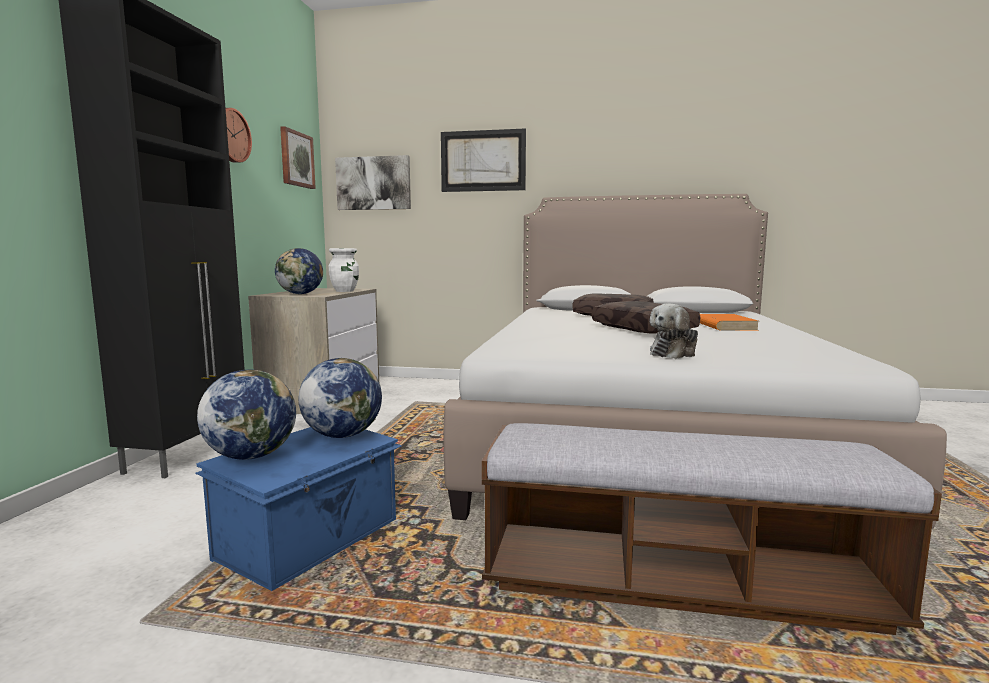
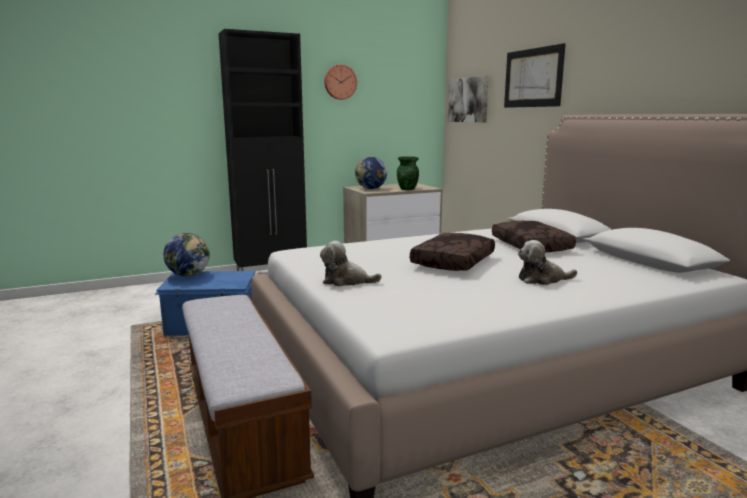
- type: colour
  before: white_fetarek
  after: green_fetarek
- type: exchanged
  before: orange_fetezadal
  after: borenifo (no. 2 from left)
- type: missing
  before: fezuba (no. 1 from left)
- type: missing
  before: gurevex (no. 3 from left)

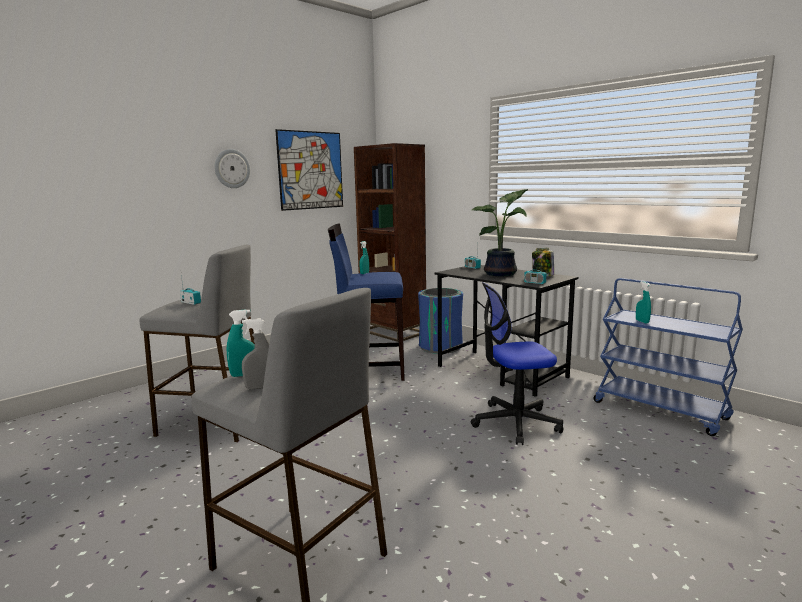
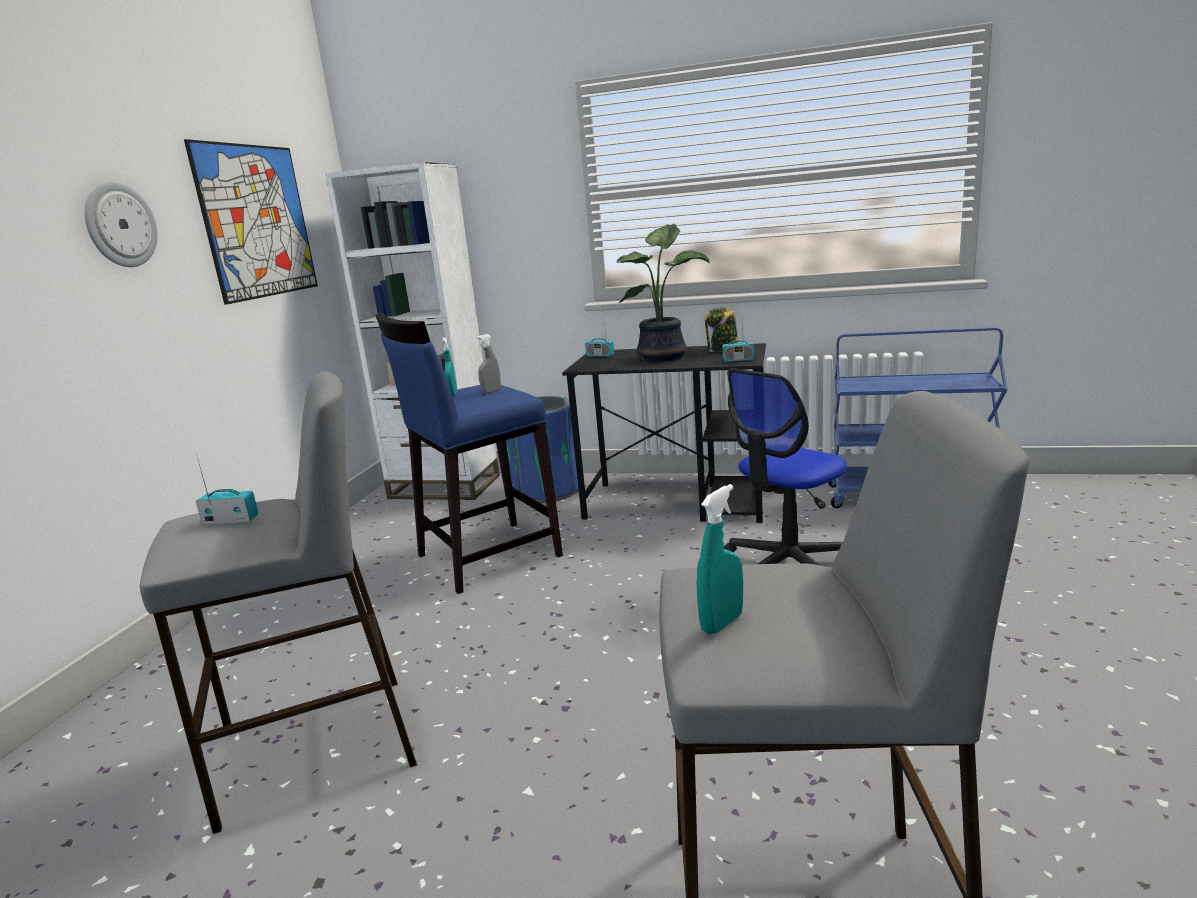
- type: colour
  before: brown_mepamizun
  after: white_mepamizun
- type: relocated
  before: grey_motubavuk
- type: missing
  before: turquoise_motubavuk (no. 3 from left)

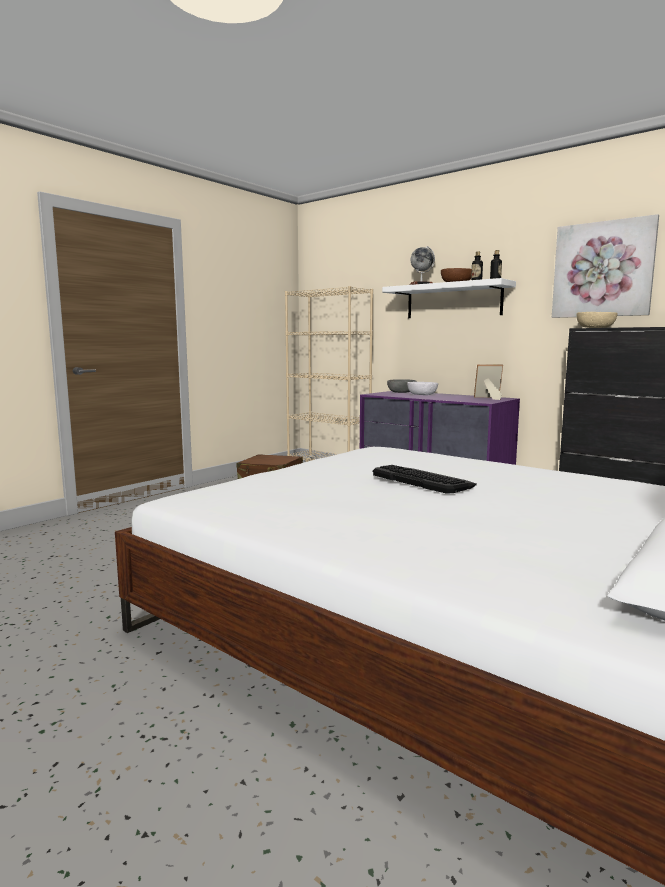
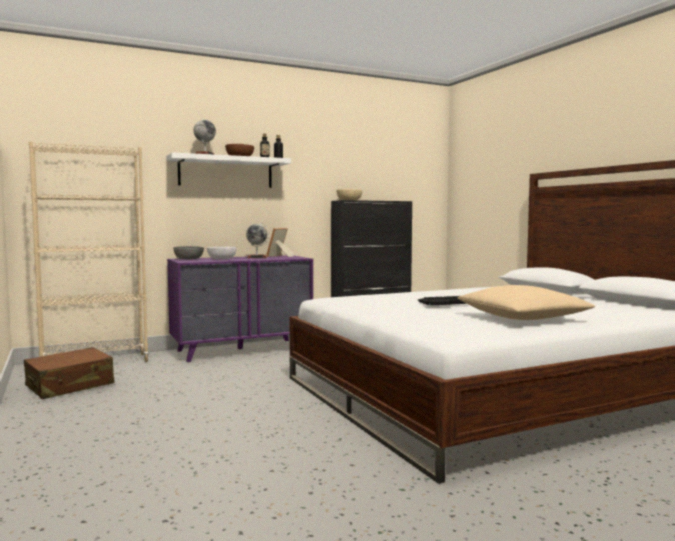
- type: appeared
  after: gurevex (no. 2 from left)
- type: appeared
  after: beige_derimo
- type: missing
  before: fezuba

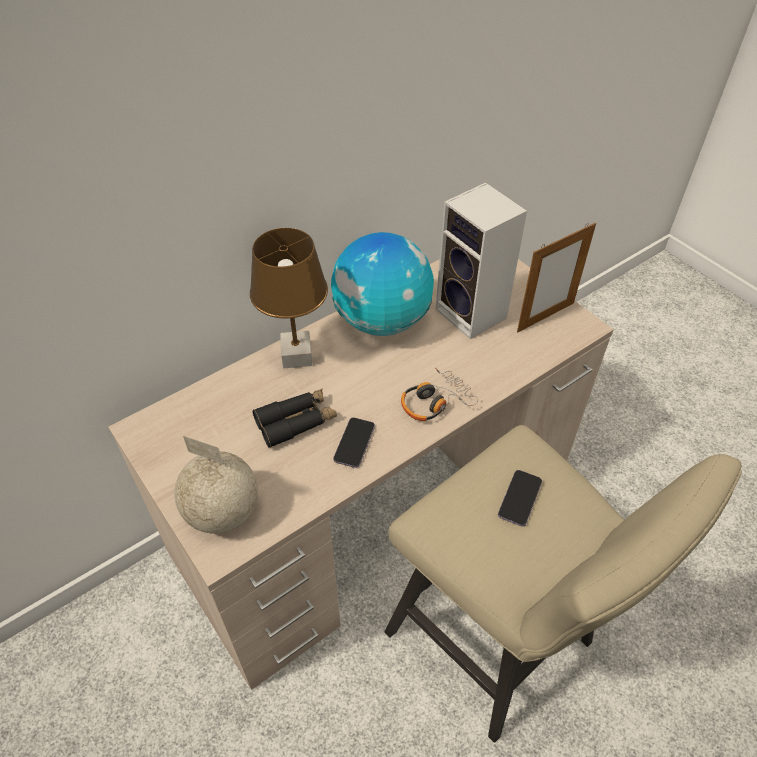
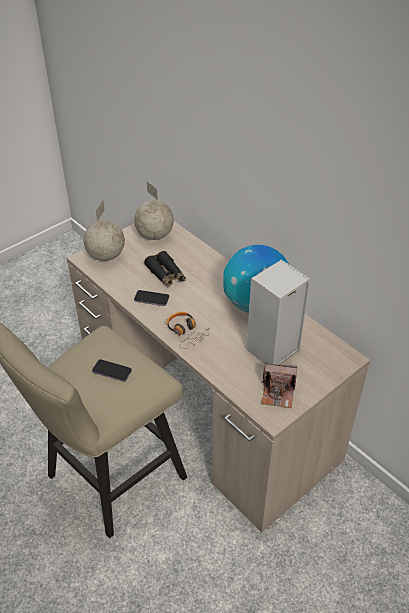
- type: appeared
  after: gurevex (no. 2 from left)
- type: exchanged
  before: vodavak
  after: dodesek
- type: missing
  before: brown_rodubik

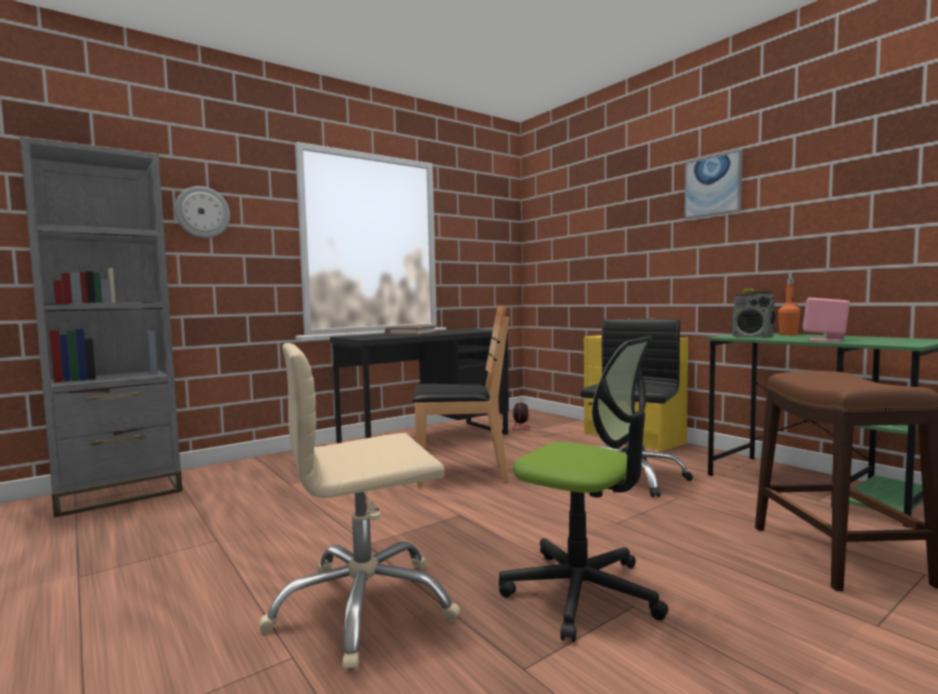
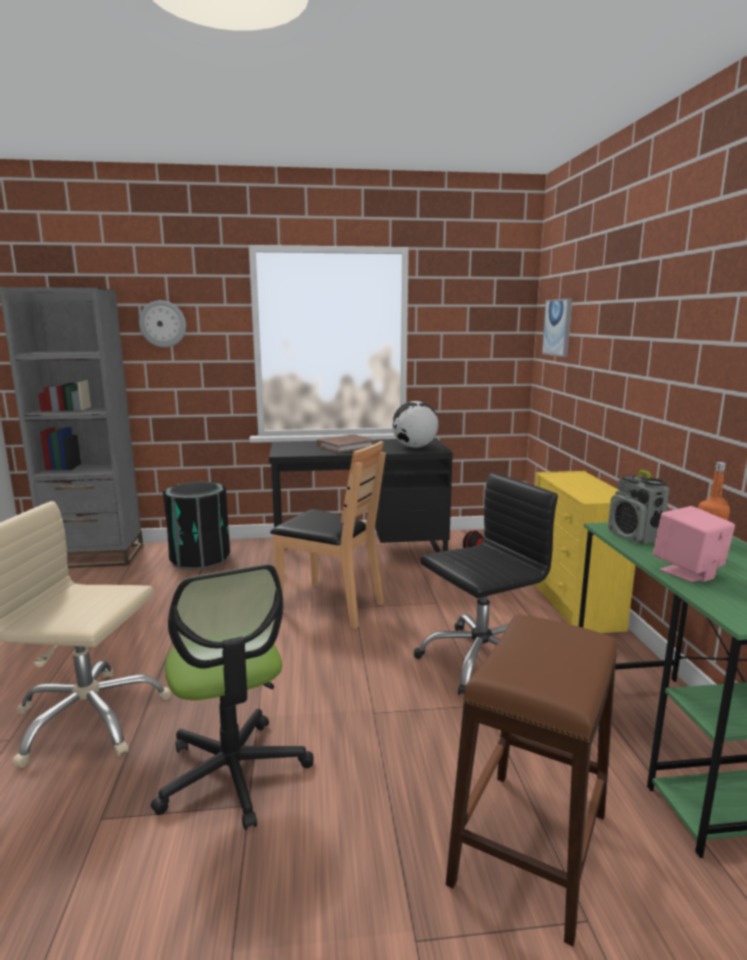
- type: appeared
  after: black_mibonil
- type: appeared
  after: gurevex
- type: relocated
  before: fezuba

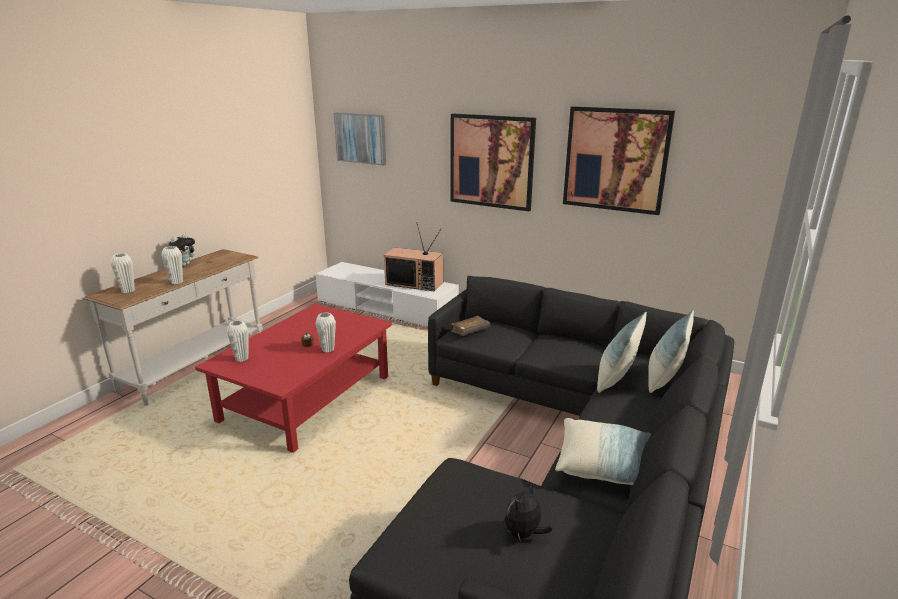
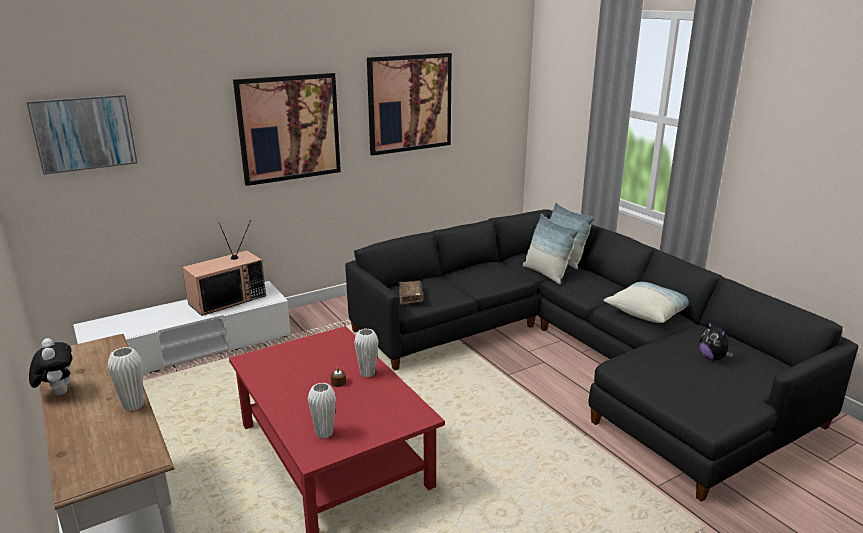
- type: missing
  before: white_fetarek (no. 1 from left)

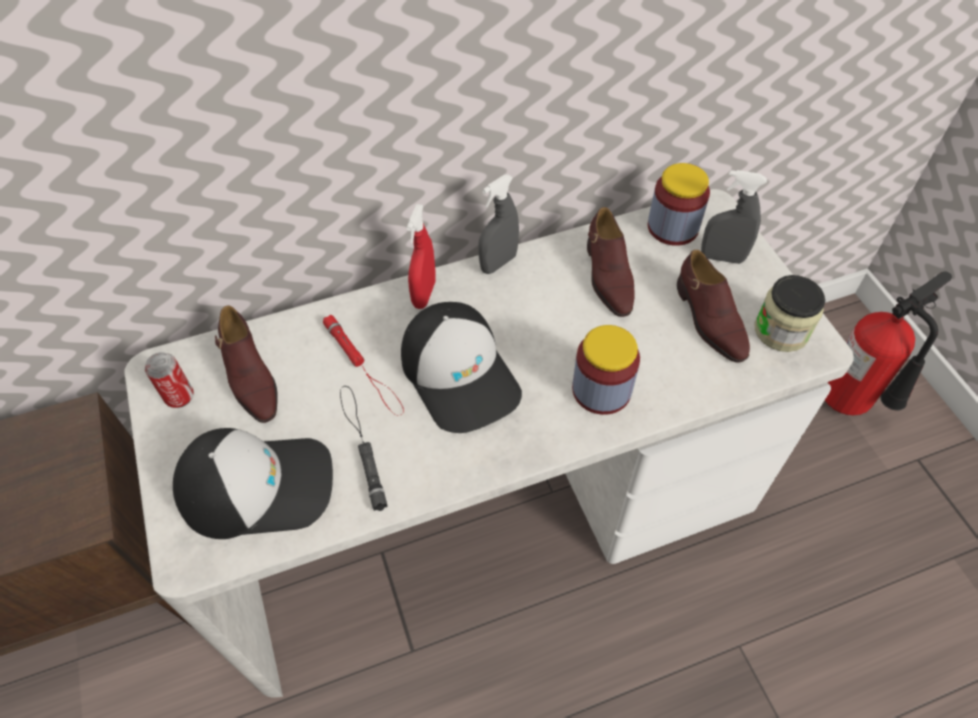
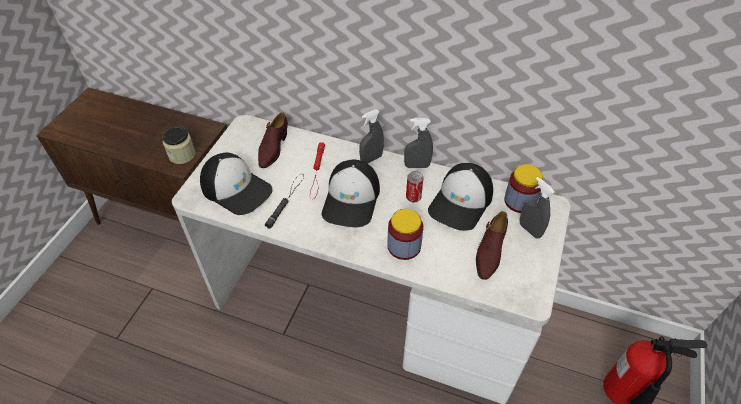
- type: relocated
  before: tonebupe (no. 3 from left in the first image)
  after: tonebupe (no. 1 from left)
- type: colour
  before: red_motubavuk
  after: grey_motubavuk (no. 1 from left)
- type: relocated
  before: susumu
- type: exchanged
  before: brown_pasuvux (no. 2 from left)
  after: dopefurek (no. 3 from left)

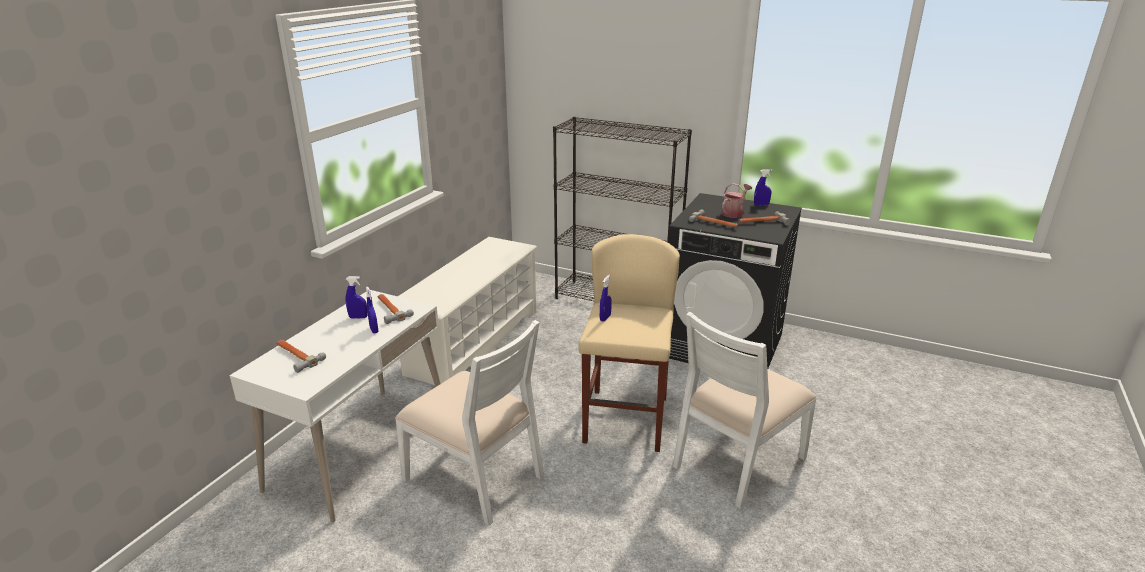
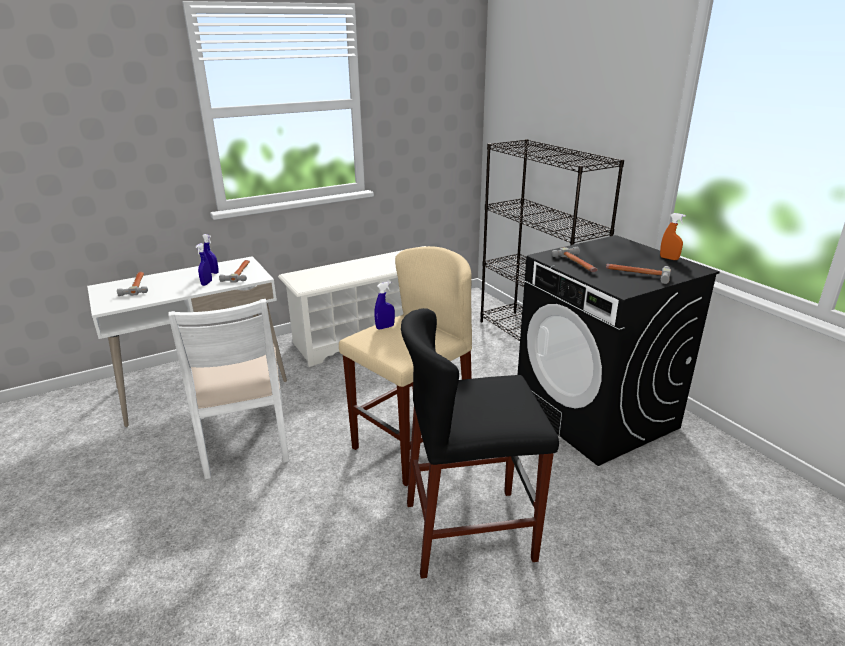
- type: exchanged
  before: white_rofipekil (no. 2 from left)
  after: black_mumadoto
- type: colour
  before: blue_motubavuk (no. 4 from left)
  after: orange_motubavuk
- type: missing
  before: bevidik

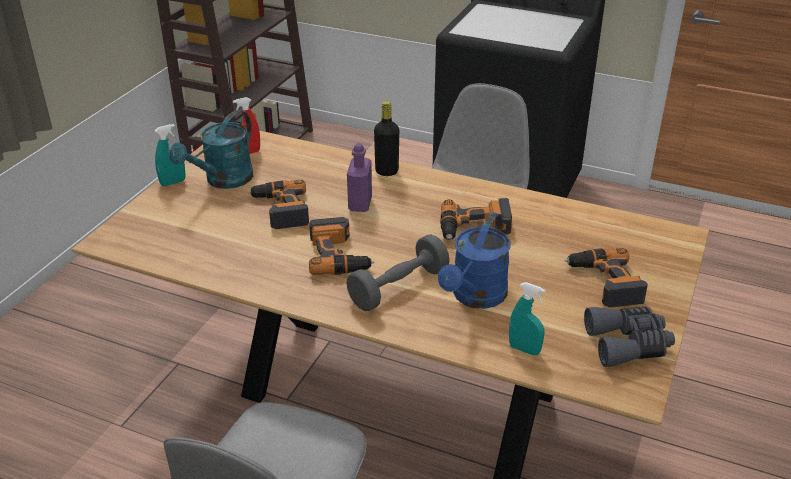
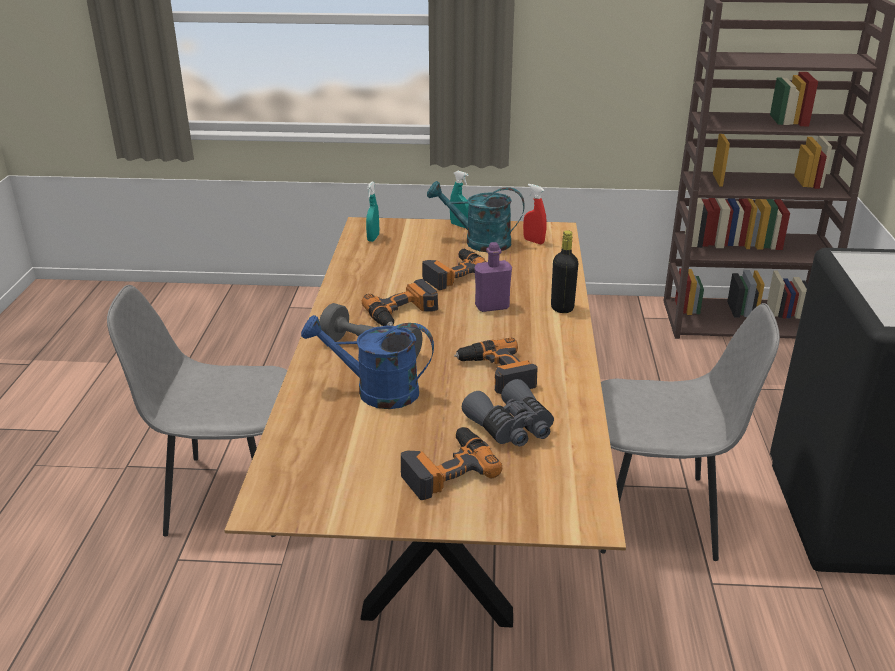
- type: relocated
  before: turquoise_motubavuk (no. 2 from left in the first image)
  after: turquoise_motubavuk (no. 1 from left)
- type: relocated
  before: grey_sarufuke

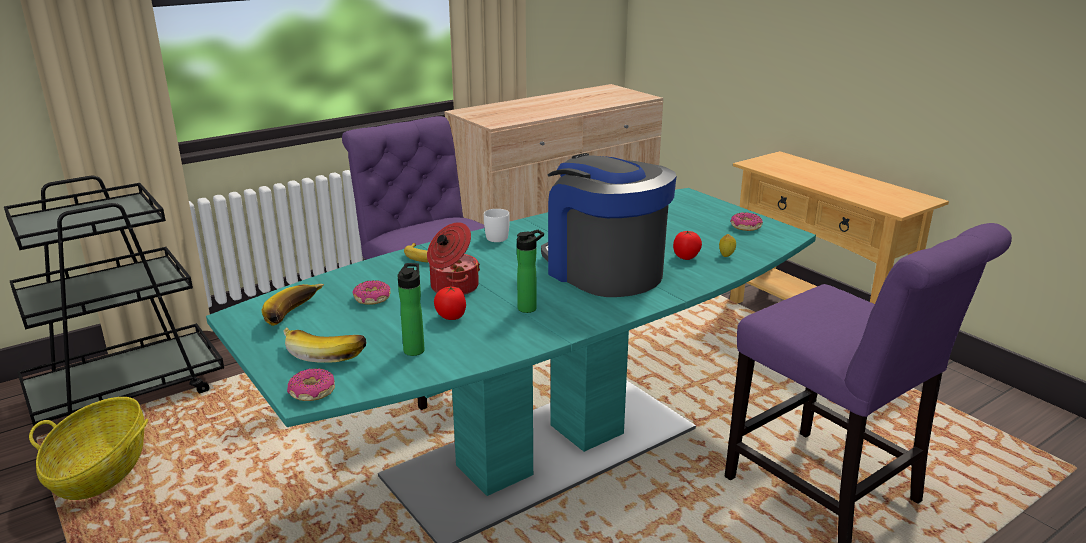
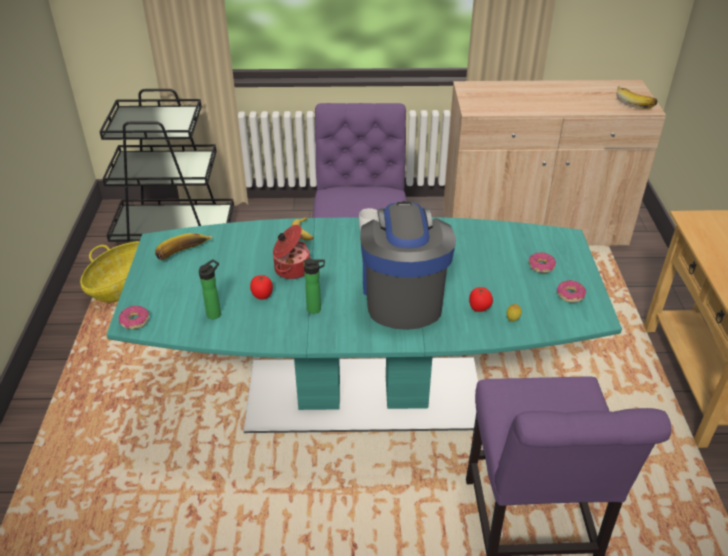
- type: relocated
  before: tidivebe (no. 2 from left)
- type: relocated
  before: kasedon (no. 2 from left in the first image)
  after: kasedon (no. 3 from left)

